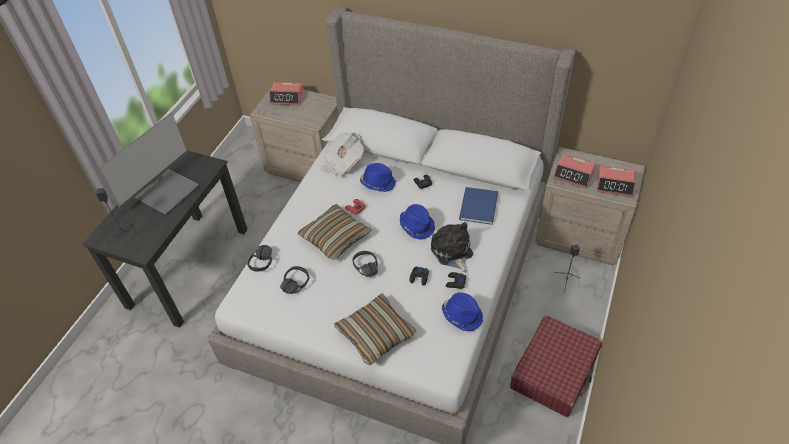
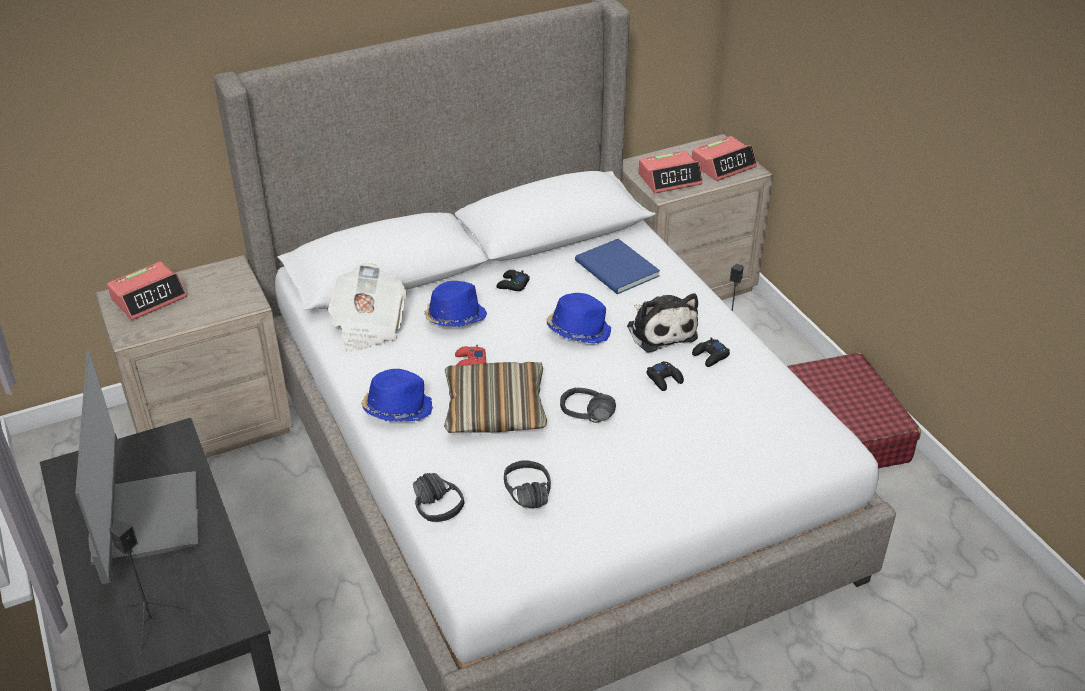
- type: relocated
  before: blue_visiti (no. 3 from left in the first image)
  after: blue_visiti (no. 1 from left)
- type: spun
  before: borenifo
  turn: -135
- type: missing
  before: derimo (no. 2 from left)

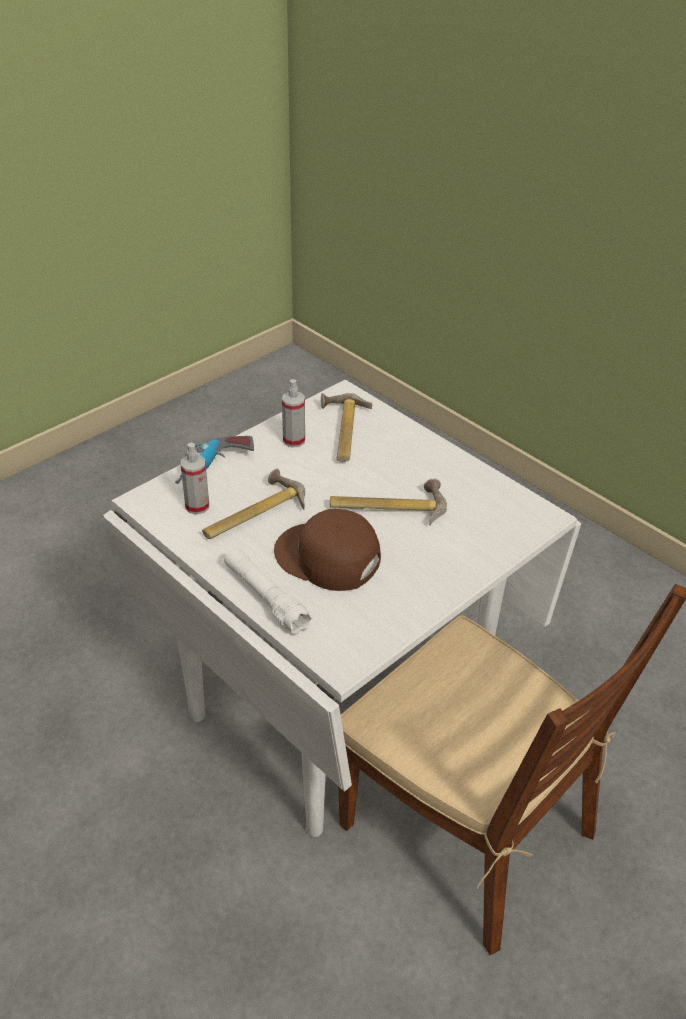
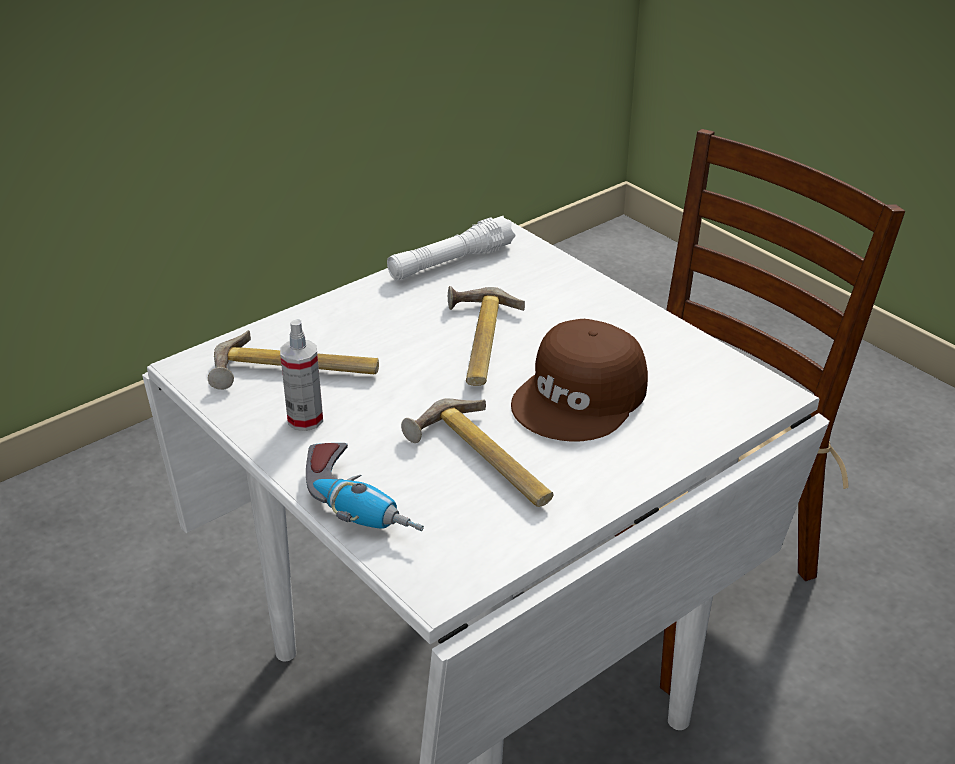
- type: relocated
  before: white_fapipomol
- type: missing
  before: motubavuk (no. 1 from left)

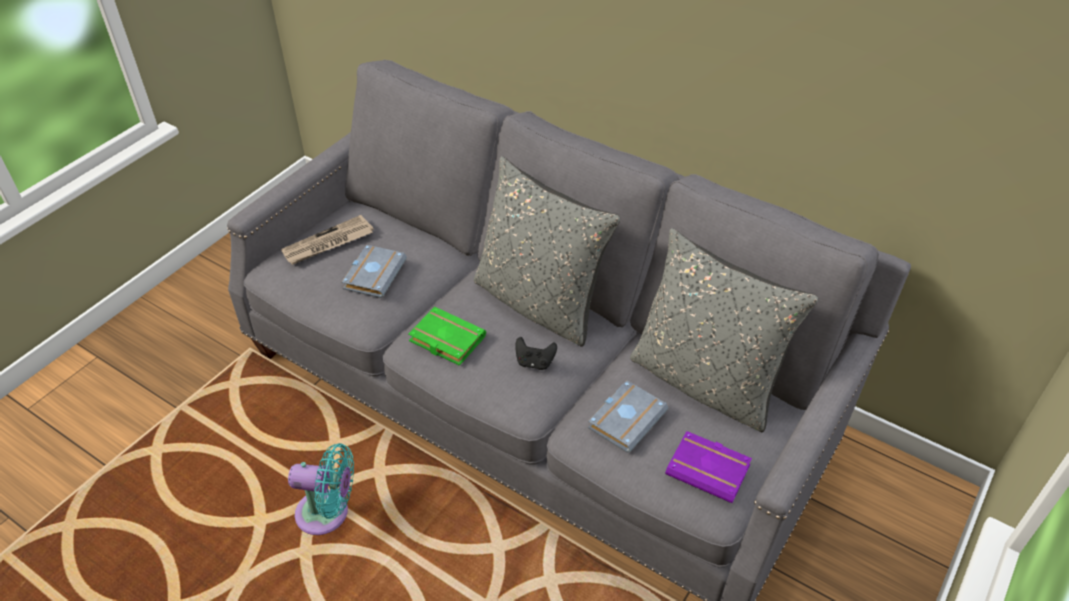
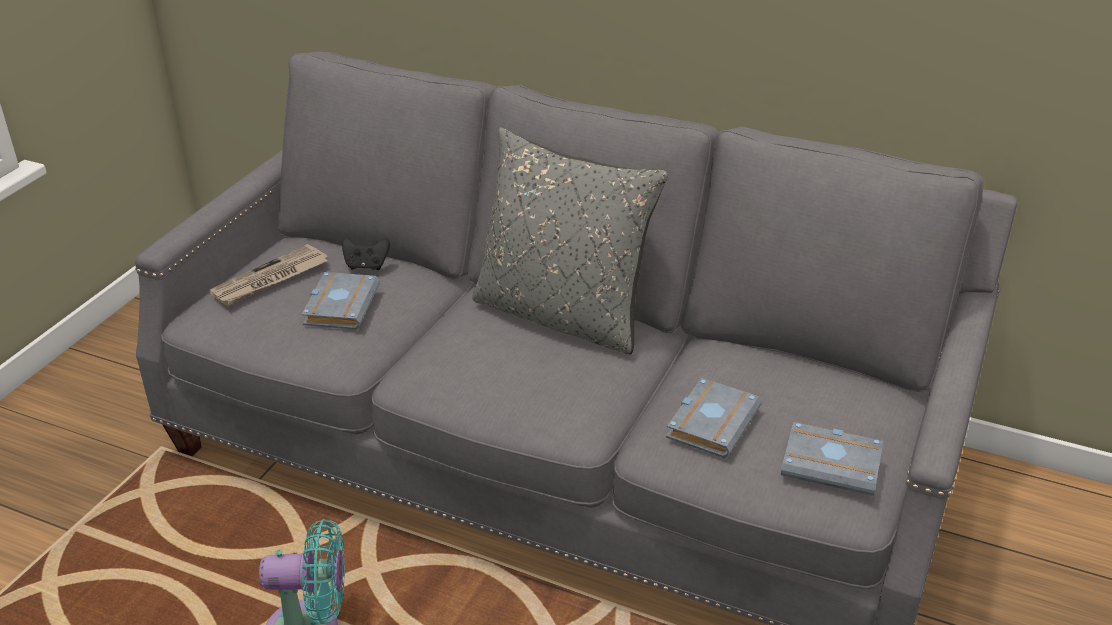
- type: relocated
  before: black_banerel
- type: colour
  before: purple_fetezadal
  after: grey_fetezadal (no. 3 from left)
- type: missing
  before: green_fetezadal
- type: missing
  before: grey_derimo (no. 2 from left)

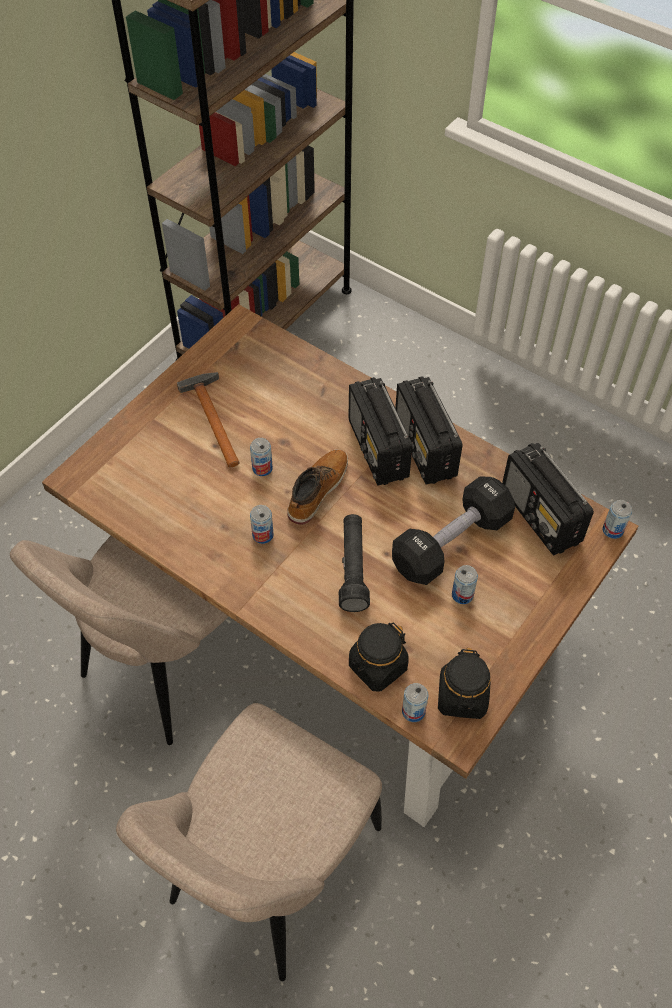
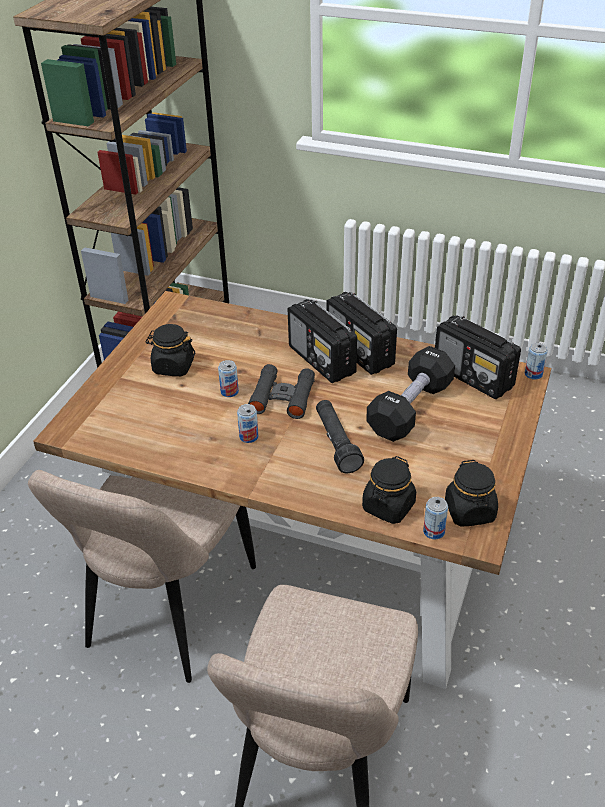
- type: exchanged
  before: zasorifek
  after: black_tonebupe (no. 1 from left)
- type: exchanged
  before: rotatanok
  after: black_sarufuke
- type: missing
  before: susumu (no. 4 from left)

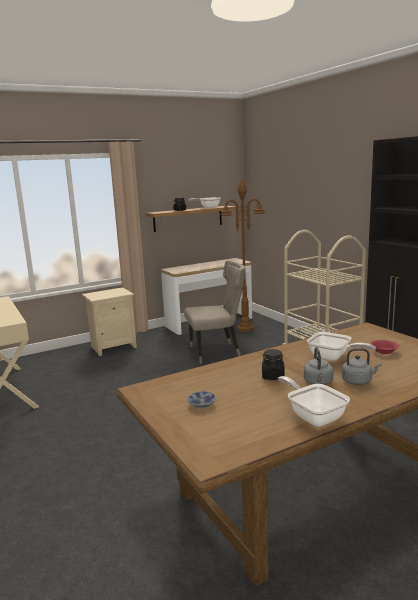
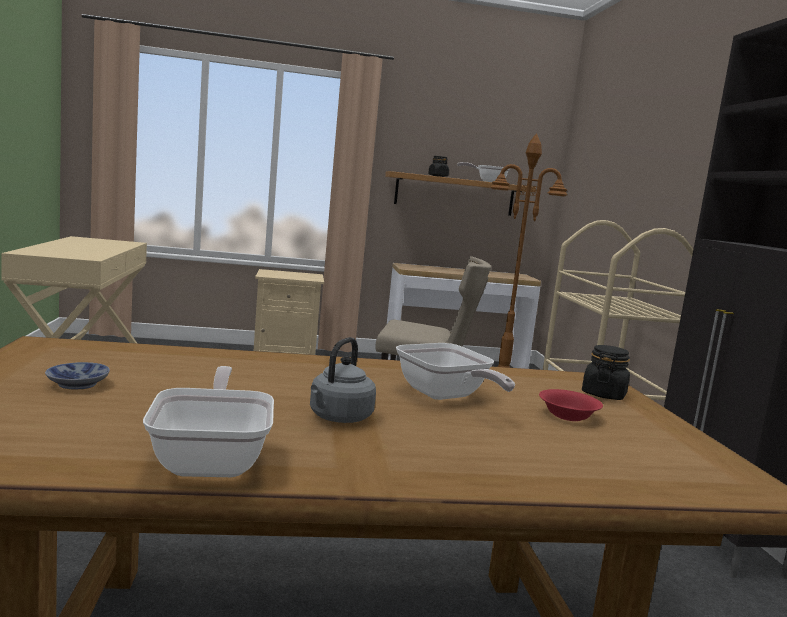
- type: relocated
  before: black_tonebupe (no. 2 from left)
- type: missing
  before: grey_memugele (no. 2 from left)

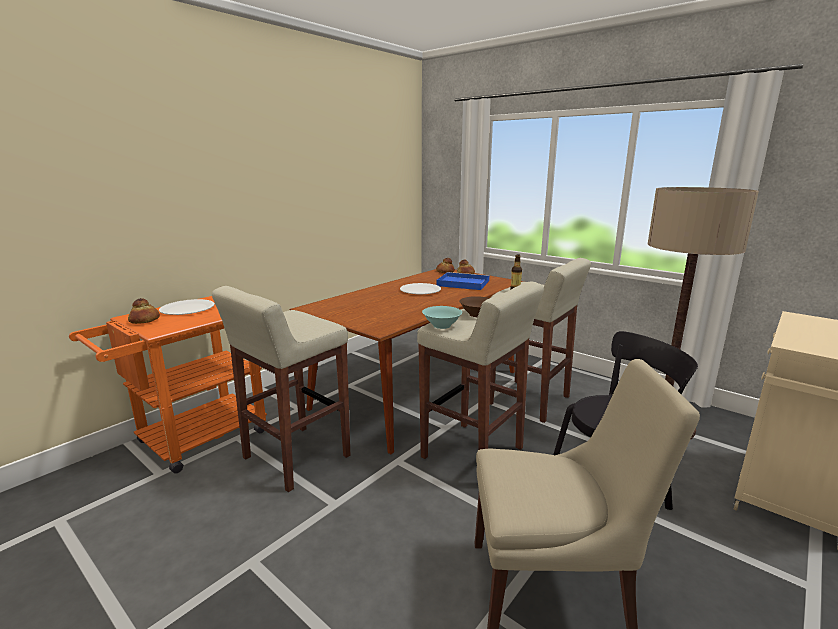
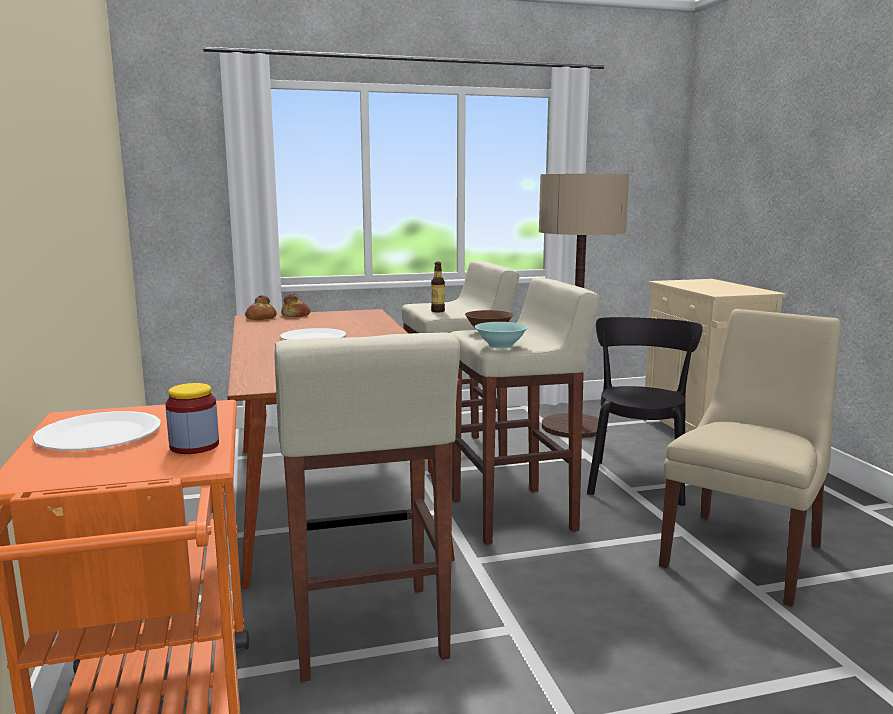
- type: appeared
  after: tonebupe
- type: missing
  before: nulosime (no. 1 from left)
- type: missing
  before: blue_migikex

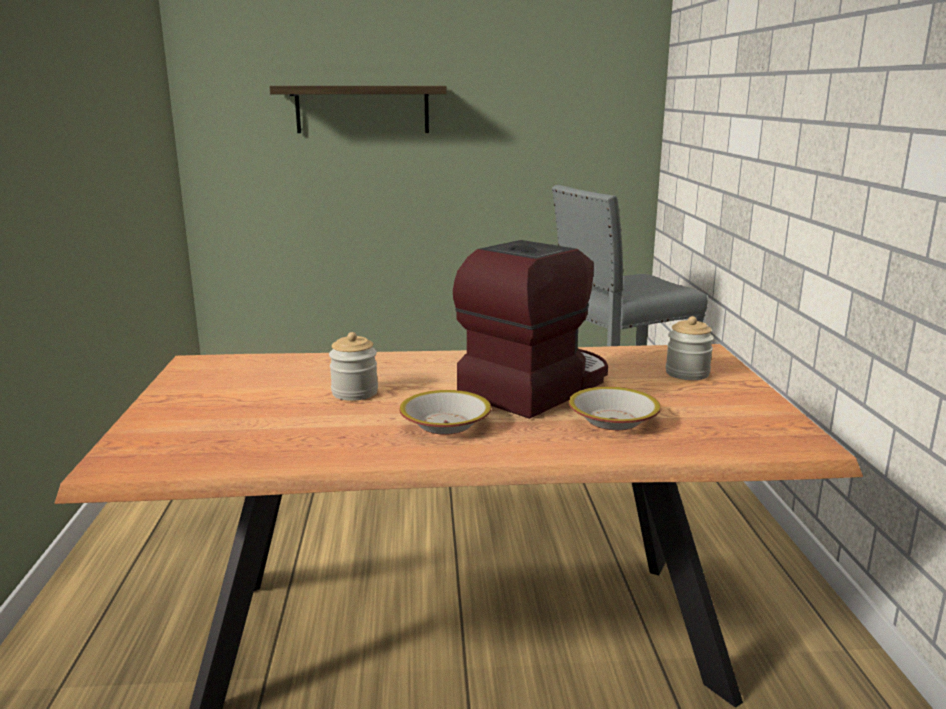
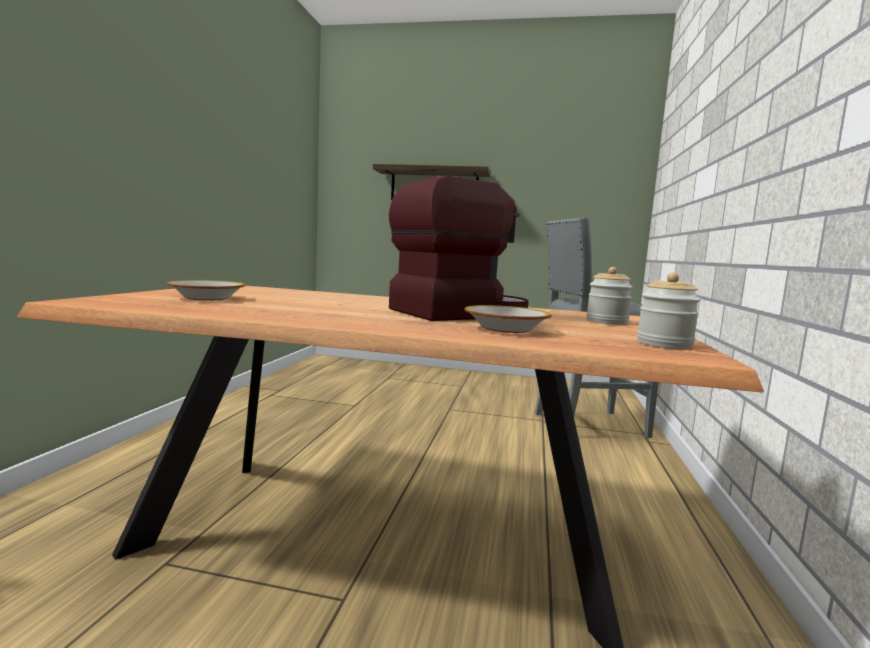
- type: relocated
  before: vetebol (no. 1 from left)
- type: relocated
  before: tonebupe (no. 1 from left in the first image)
  after: tonebupe (no. 2 from left)

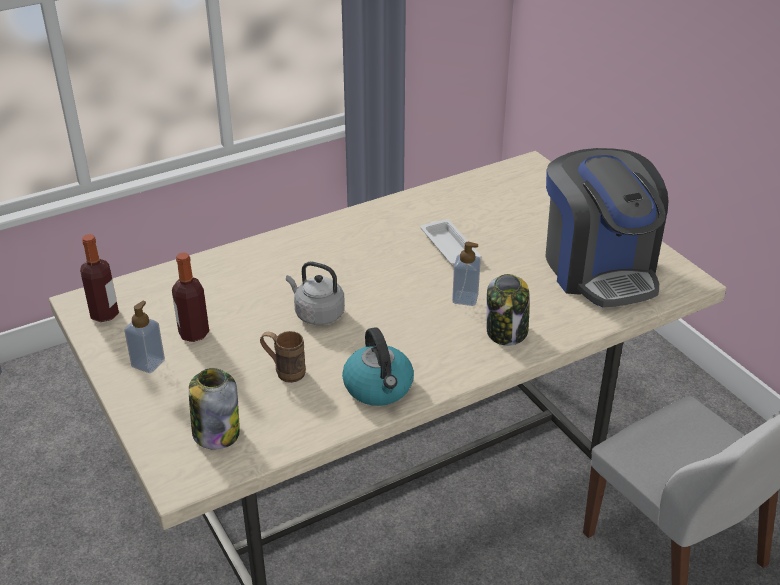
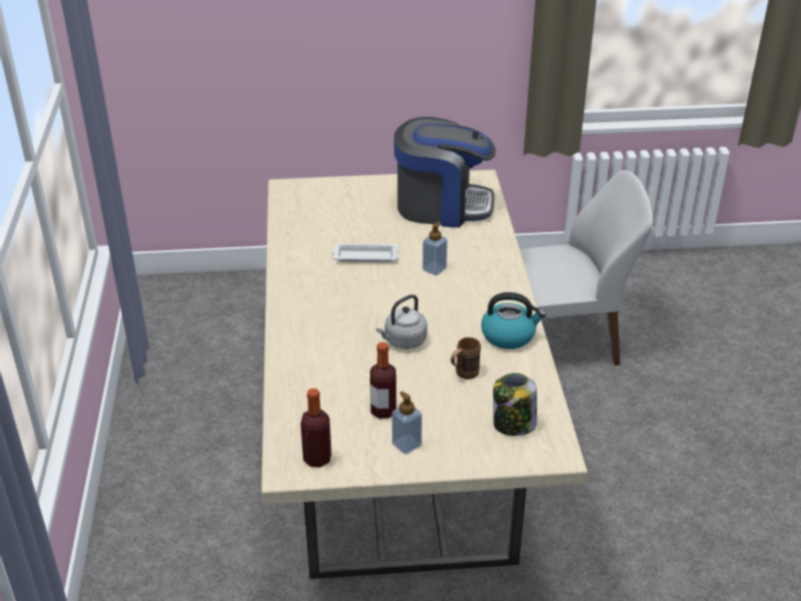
- type: missing
  before: tonebupe (no. 2 from left)

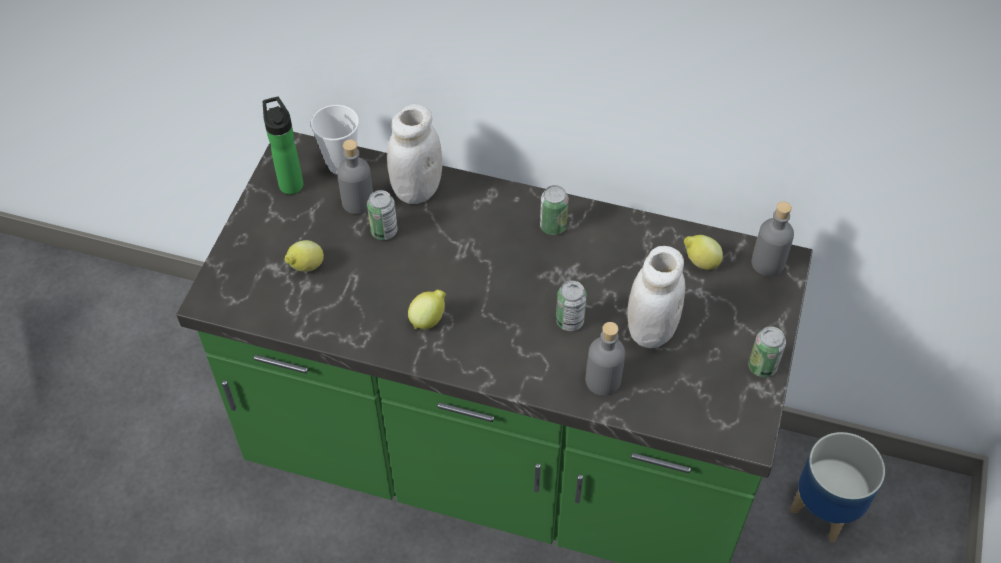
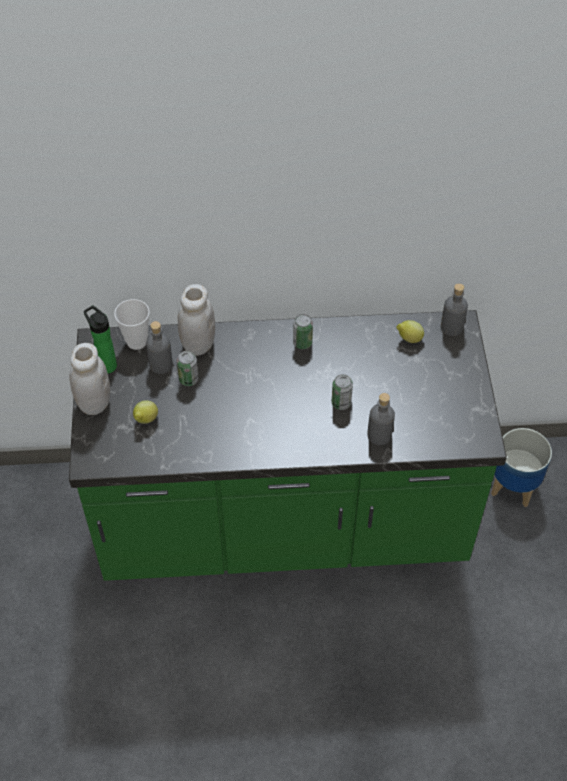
- type: relocated
  before: white_tonebupe (no. 2 from left in the first image)
  after: white_tonebupe (no. 1 from left)
- type: missing
  before: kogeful (no. 2 from left)
- type: missing
  before: susumu (no. 4 from left)

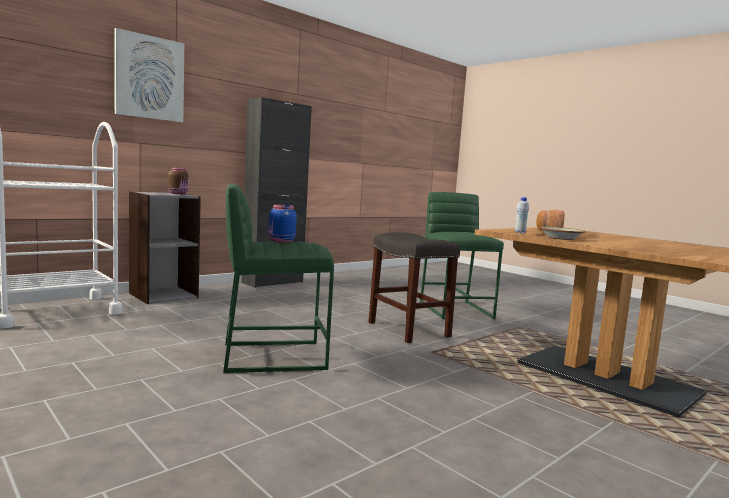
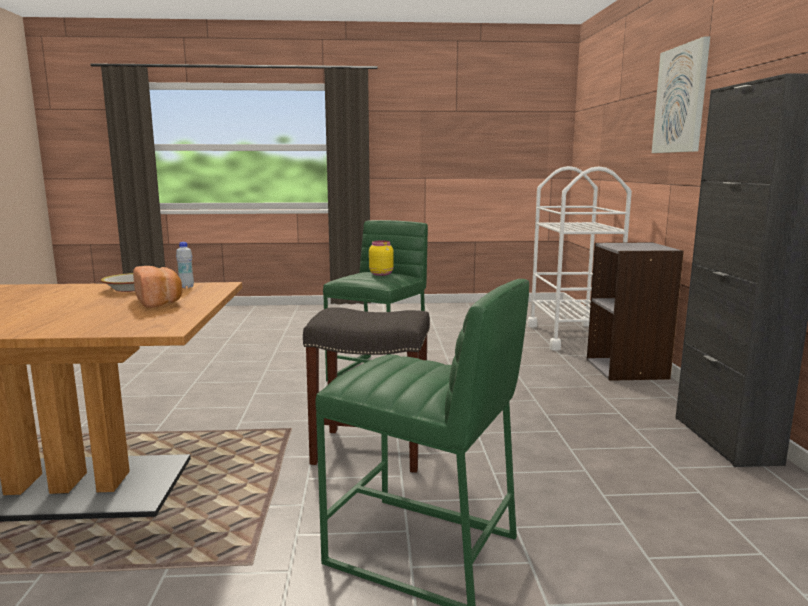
- type: colour
  before: blue_tonebupe
  after: yellow_tonebupe
- type: missing
  before: brown_tonebupe

